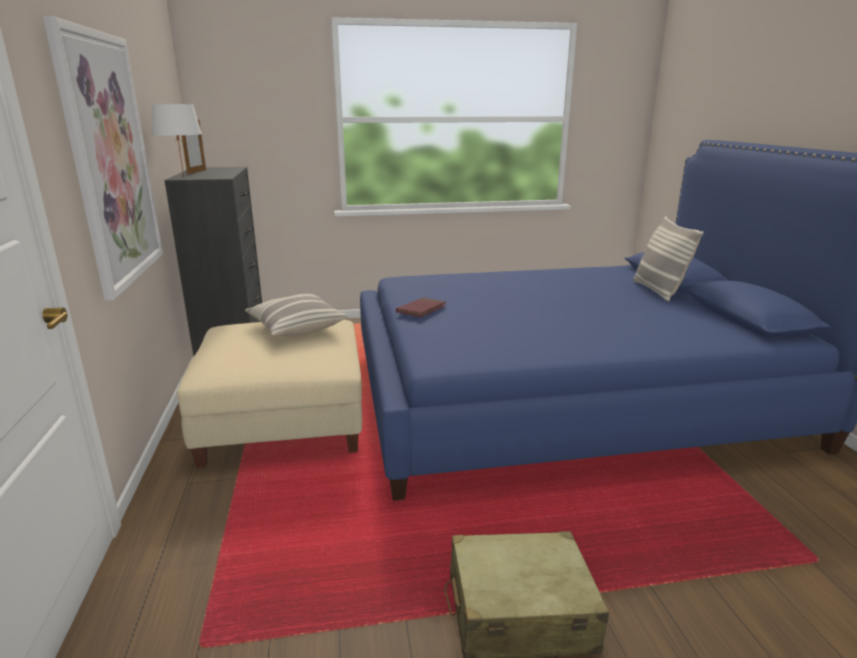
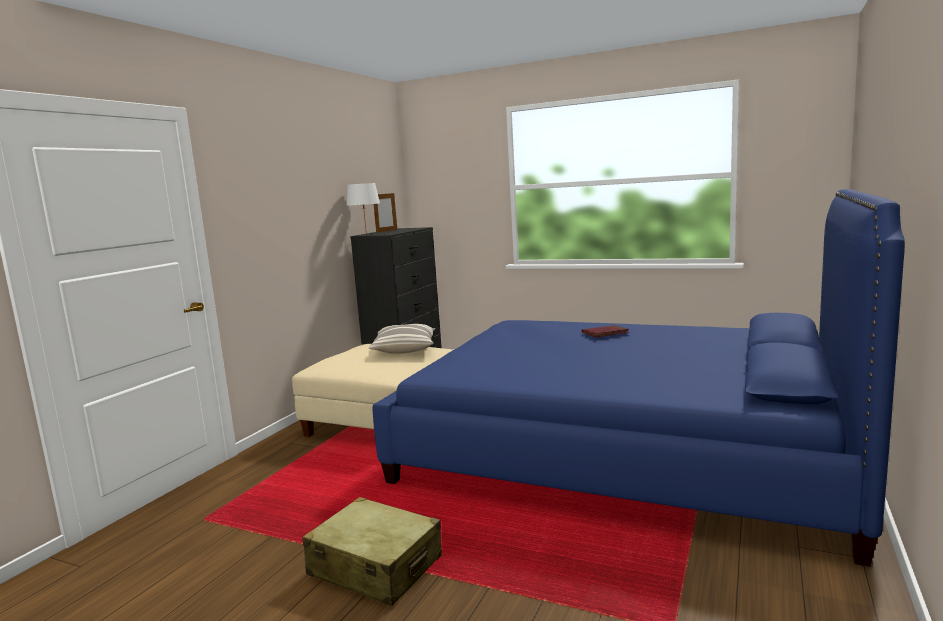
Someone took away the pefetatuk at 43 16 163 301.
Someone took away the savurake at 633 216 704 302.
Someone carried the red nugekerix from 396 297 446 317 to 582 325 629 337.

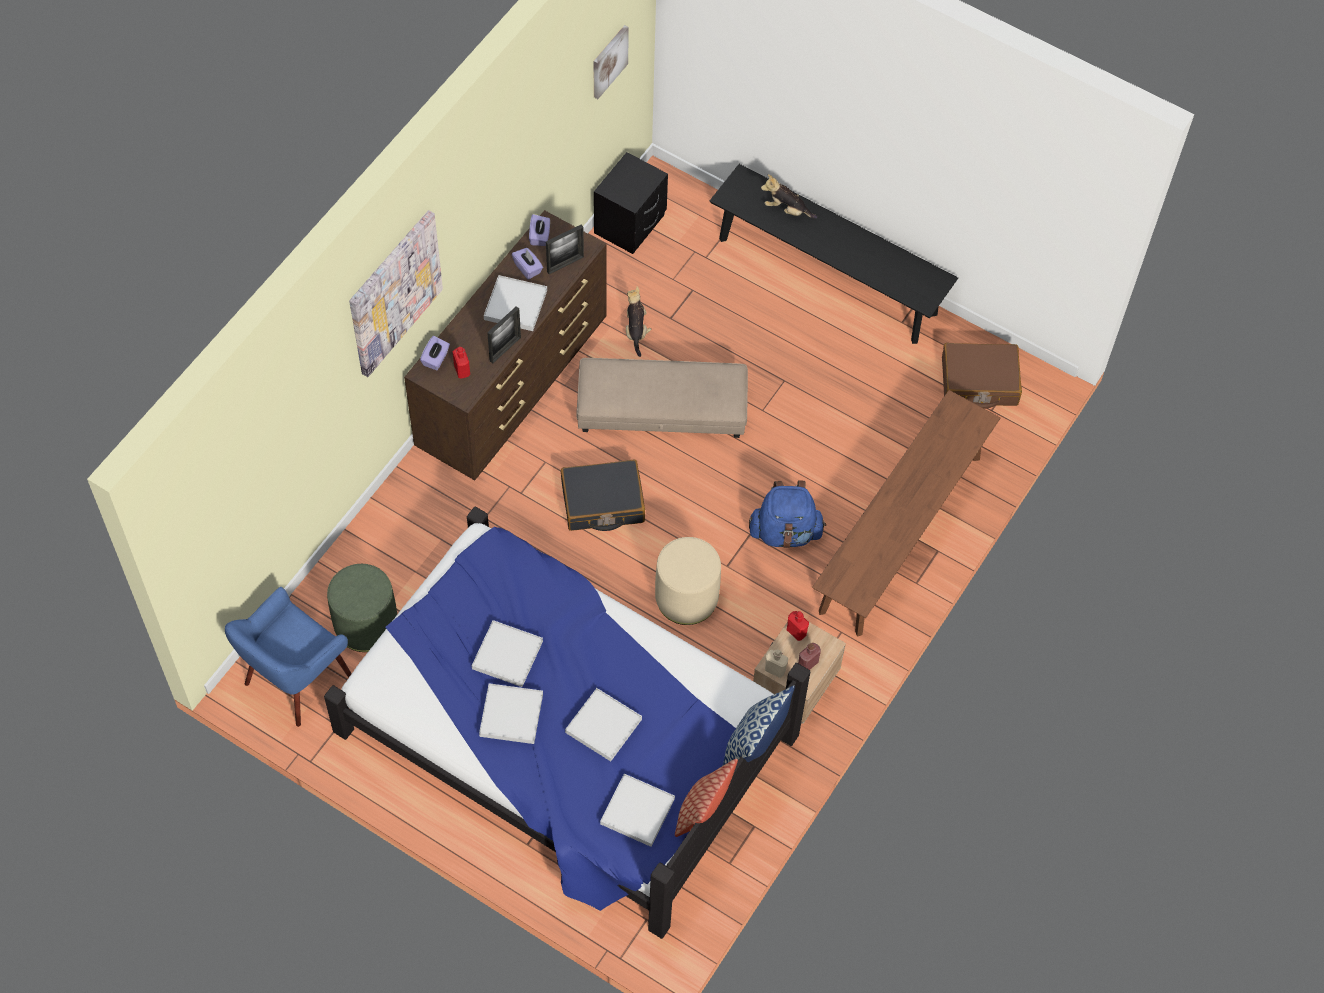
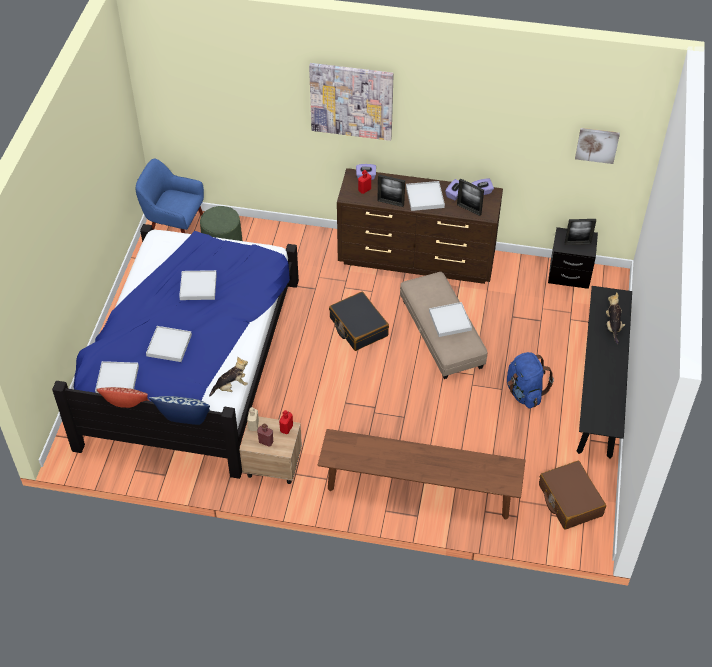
Someone took away the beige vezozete at 655 537 721 625.
Someone put down the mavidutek at 565 219 596 245.
Someone carried the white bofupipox from 479 683 543 744 to 429 302 472 337.
Someone carried the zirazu from 626 286 651 357 to 209 357 248 396.
Someone carried the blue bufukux from 749 480 826 548 to 507 352 554 408.

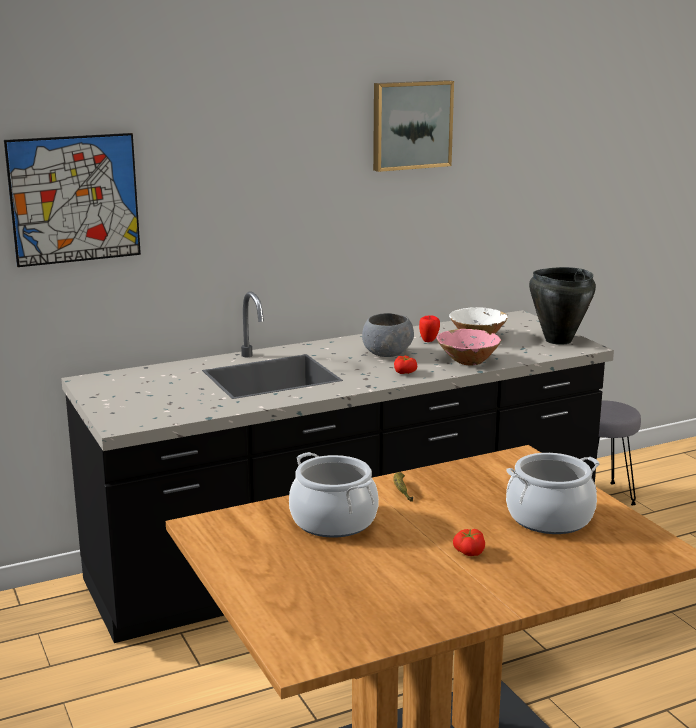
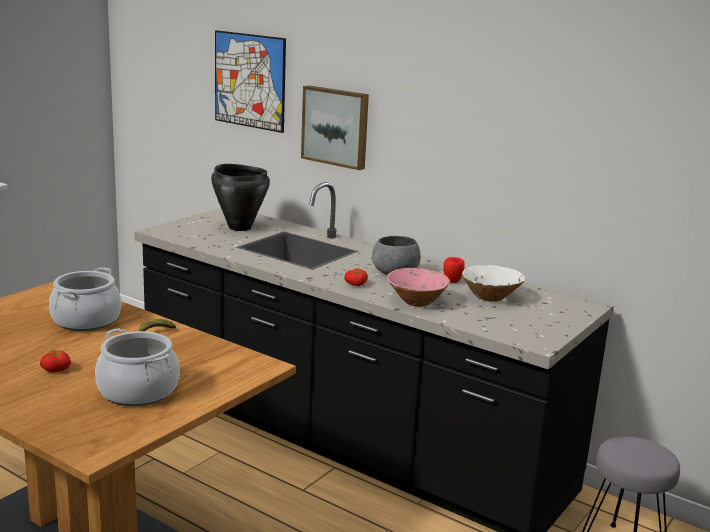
Someone carried the pefetatuk from 373 80 454 172 to 301 85 369 170.
Someone carried the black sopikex from 529 267 596 345 to 211 164 270 231.

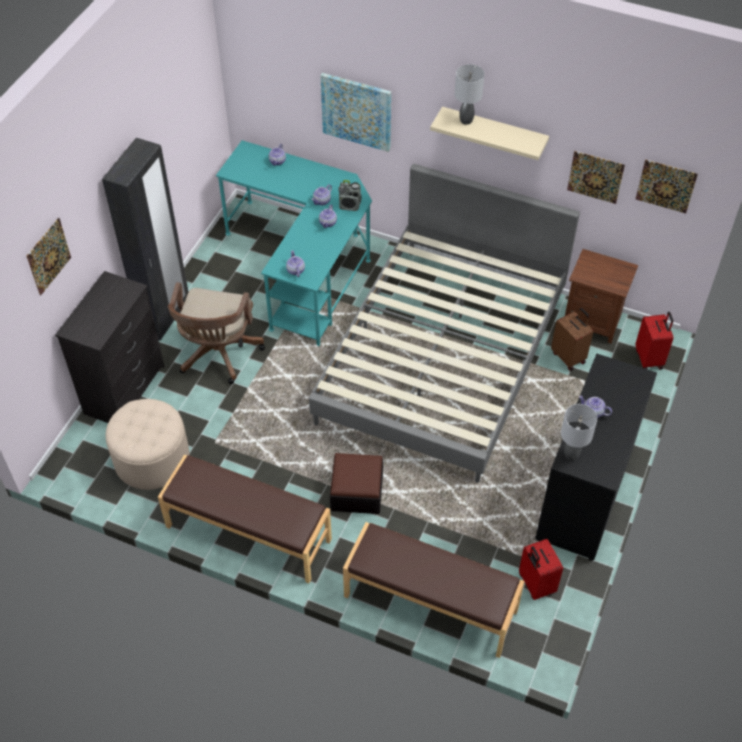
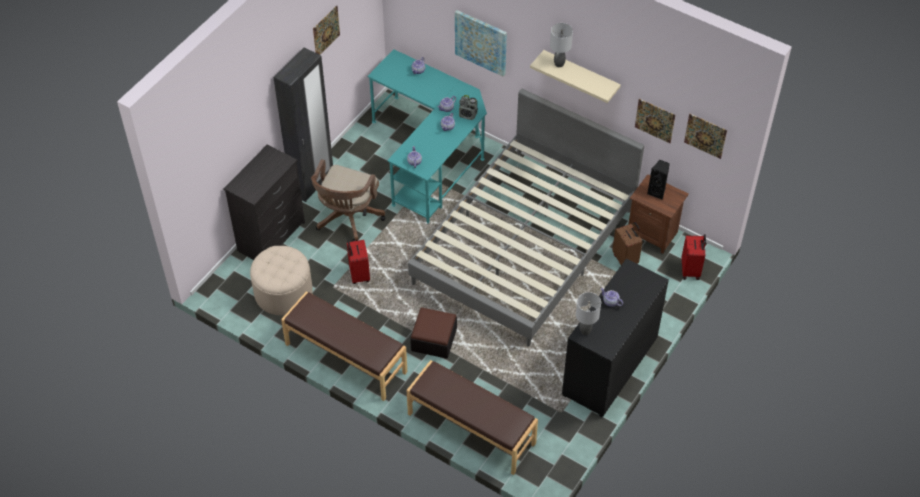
Someone put down the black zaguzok at 647 160 670 200.
Someone carried the pefetatuk from 27 218 71 295 to 313 6 340 55.
Someone carried the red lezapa from 519 539 563 600 to 347 240 370 284.

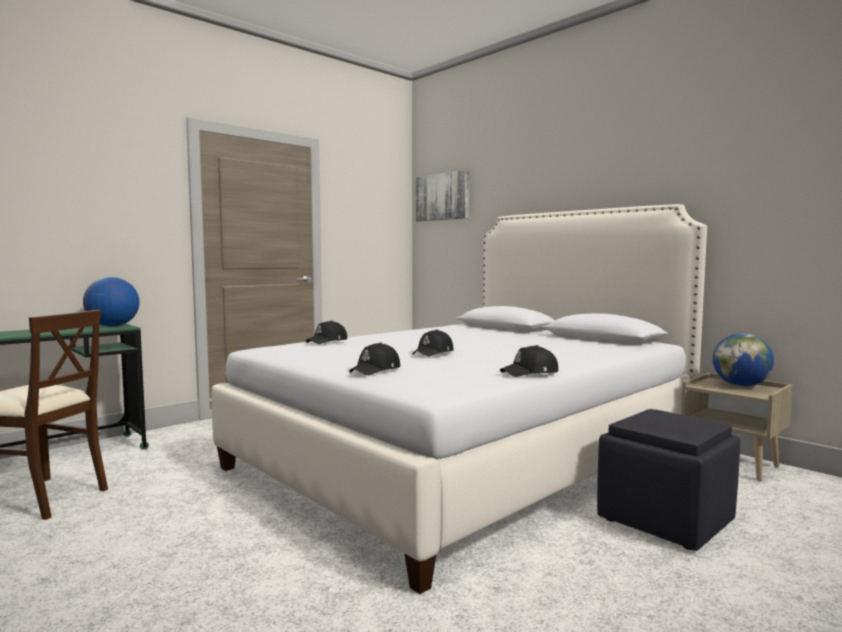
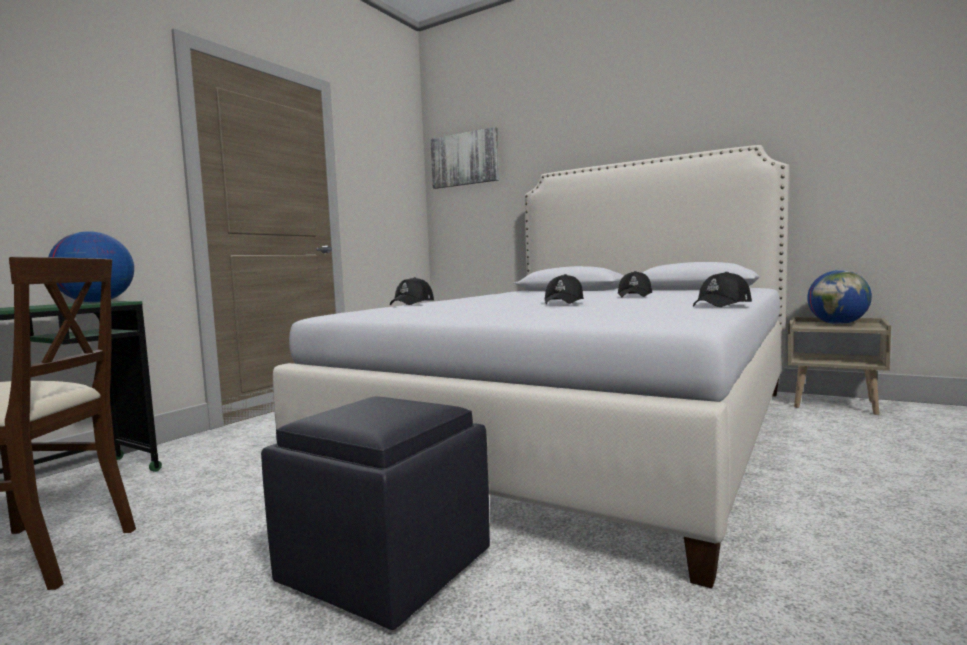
Someone carried the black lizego from 350 342 400 375 to 618 271 652 297.
Someone carried the black vezozete from 597 409 740 551 to 261 396 490 630.

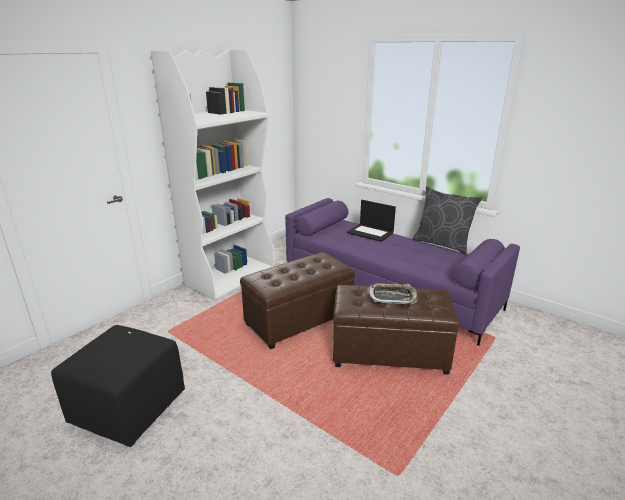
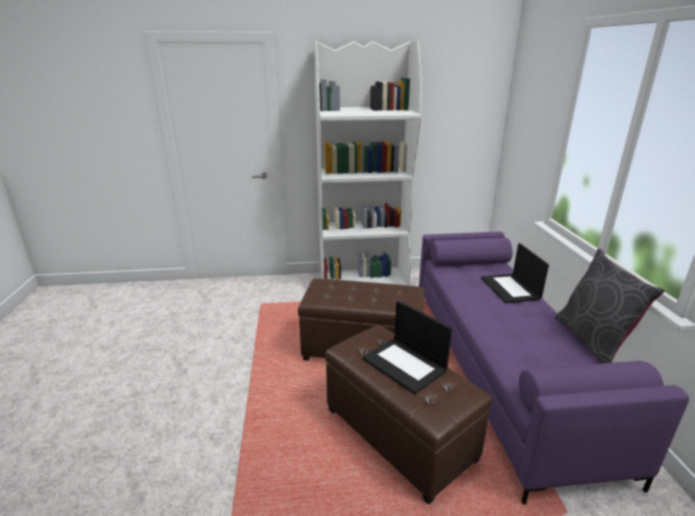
Someone took away the black vezozete at 51 325 185 447.
Someone swapped the bofupipox at 367 283 417 304 for the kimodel at 362 300 452 394.

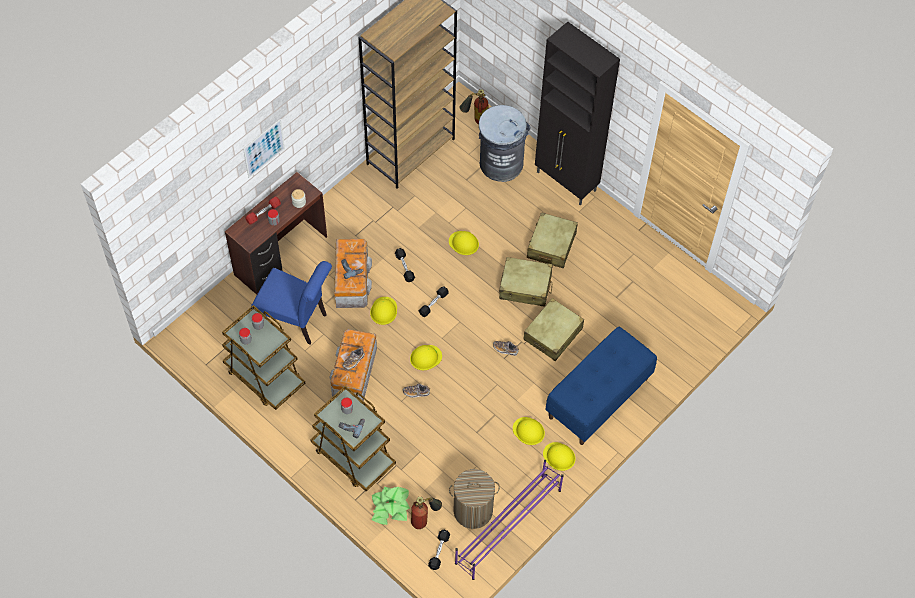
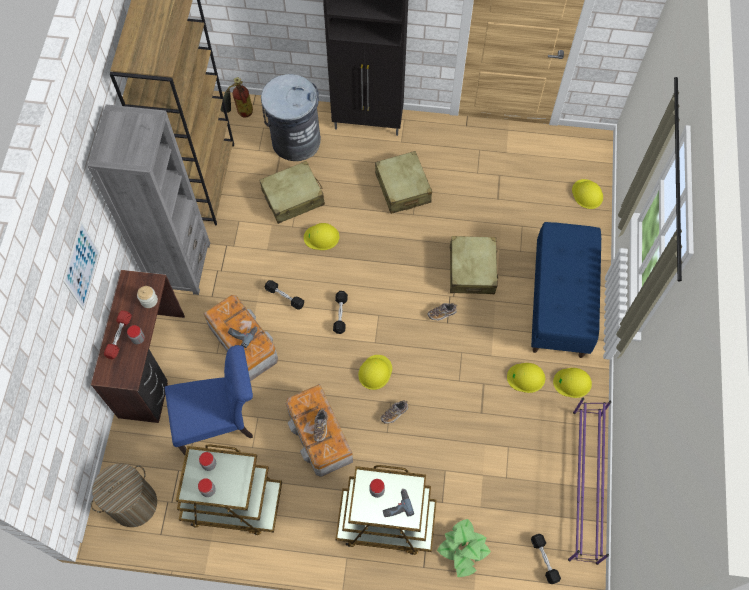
Someone took away the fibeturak at 411 497 442 529.
Someone put down the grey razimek at 88 104 210 295.
Someone carried the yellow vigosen from 370 297 397 325 to 572 179 603 209.
Someone carried the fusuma from 449 469 500 529 to 91 464 157 527.
Someone carried the beige lezapa from 499 257 552 307 to 259 161 325 224.

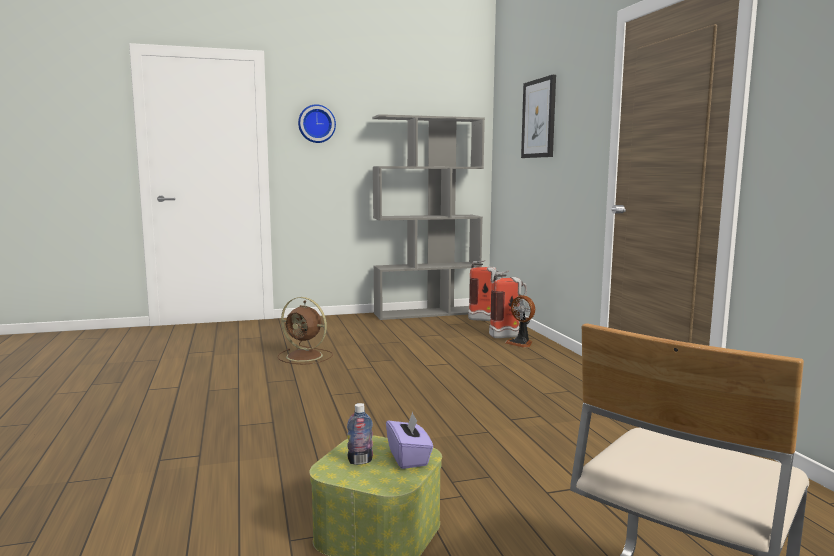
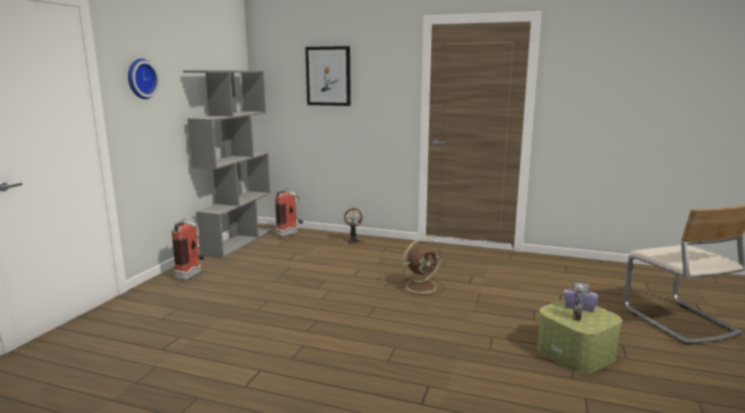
Someone carried the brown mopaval from 277 297 333 365 to 397 238 444 296.
Someone carried the fibeturak from 489 271 530 338 to 172 218 205 281.

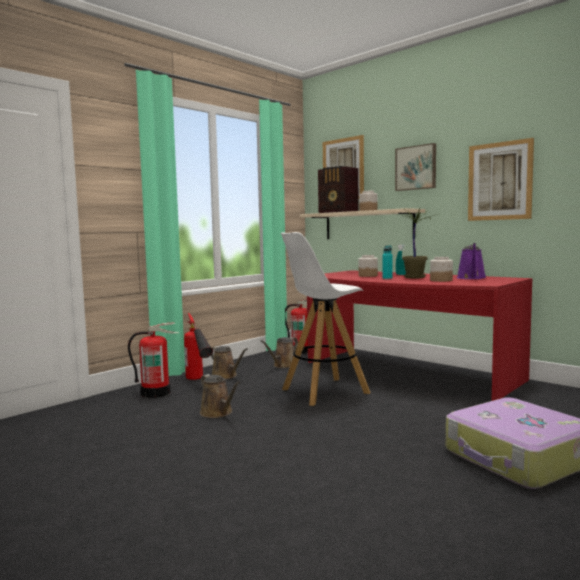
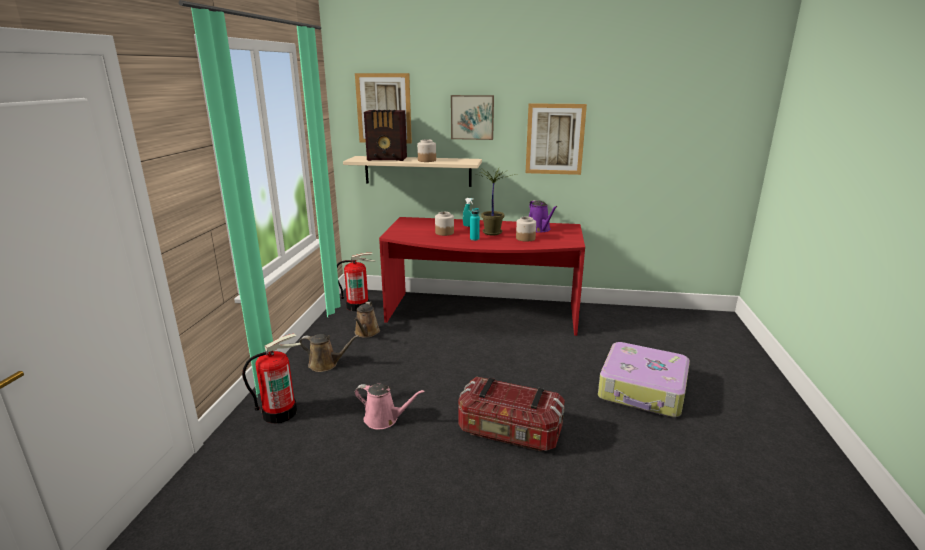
Someone took away the fibeturak at 184 313 213 380.
Someone took away the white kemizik at 281 232 371 406.
Someone put down the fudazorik at 458 377 565 451.
Someone repainted the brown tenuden at 200 374 240 418, which became the pink tenuden at 355 383 425 430.

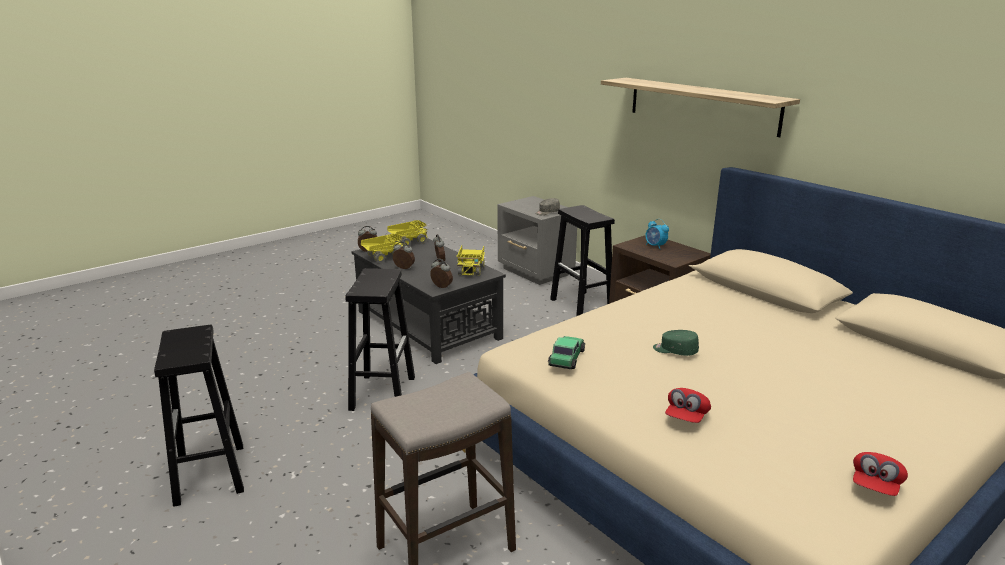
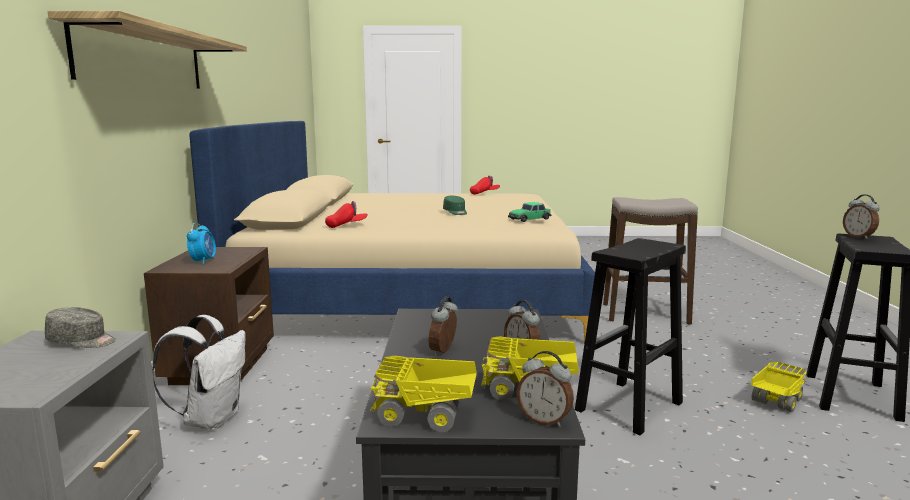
Someone carried the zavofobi from 430 259 453 288 to 843 194 880 239.
Someone carried the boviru from 457 245 485 276 to 751 362 807 412.
Someone carried the red lizego from 665 388 711 423 to 325 201 368 228.
Someone swapped the black kemizik at 550 205 615 316 for the white bufukux at 152 315 245 430.

